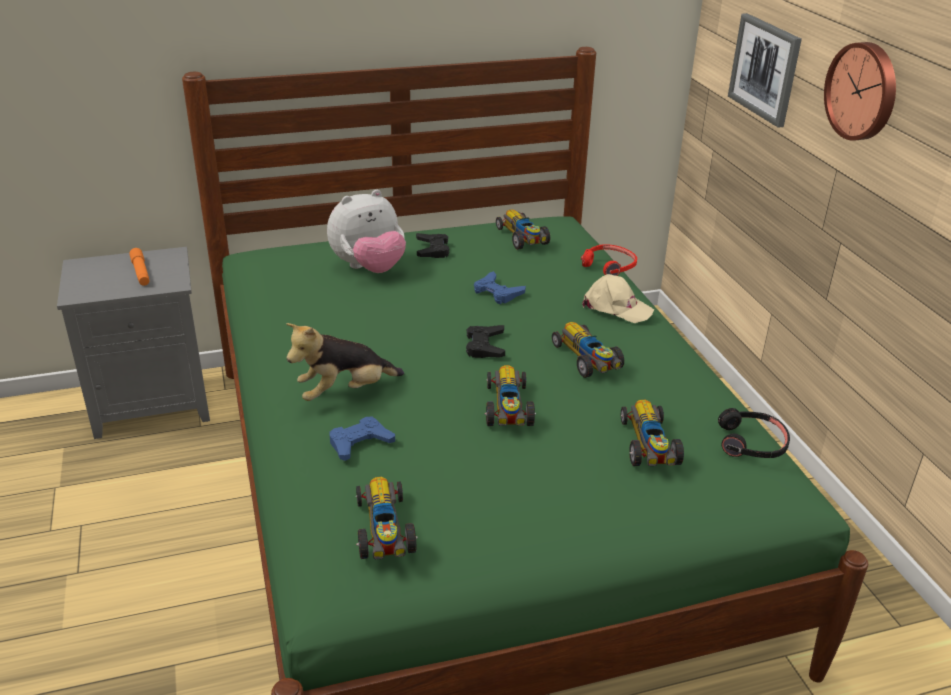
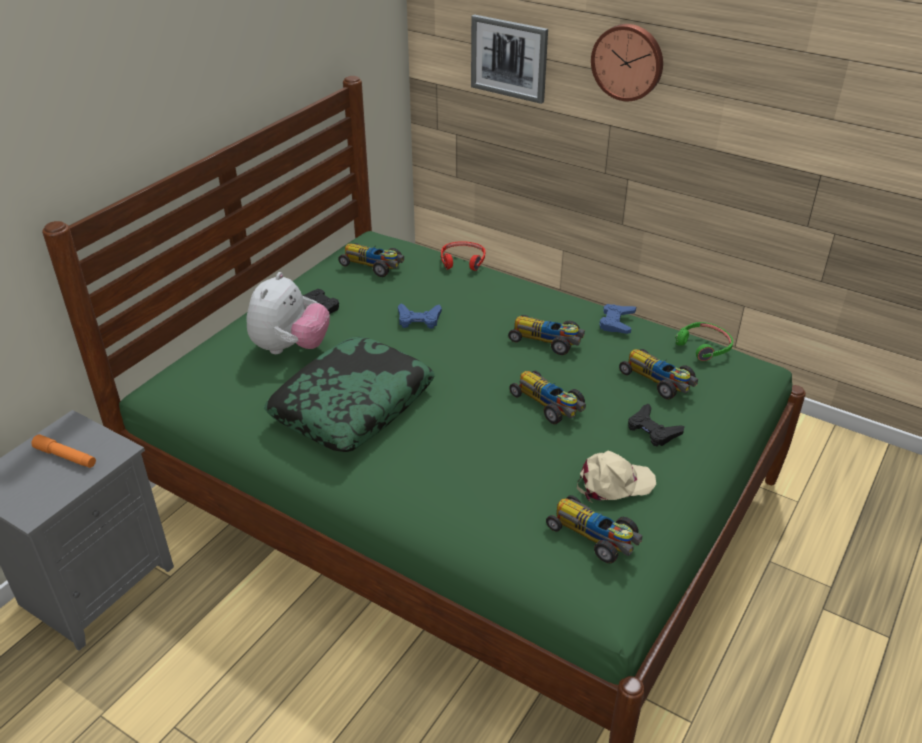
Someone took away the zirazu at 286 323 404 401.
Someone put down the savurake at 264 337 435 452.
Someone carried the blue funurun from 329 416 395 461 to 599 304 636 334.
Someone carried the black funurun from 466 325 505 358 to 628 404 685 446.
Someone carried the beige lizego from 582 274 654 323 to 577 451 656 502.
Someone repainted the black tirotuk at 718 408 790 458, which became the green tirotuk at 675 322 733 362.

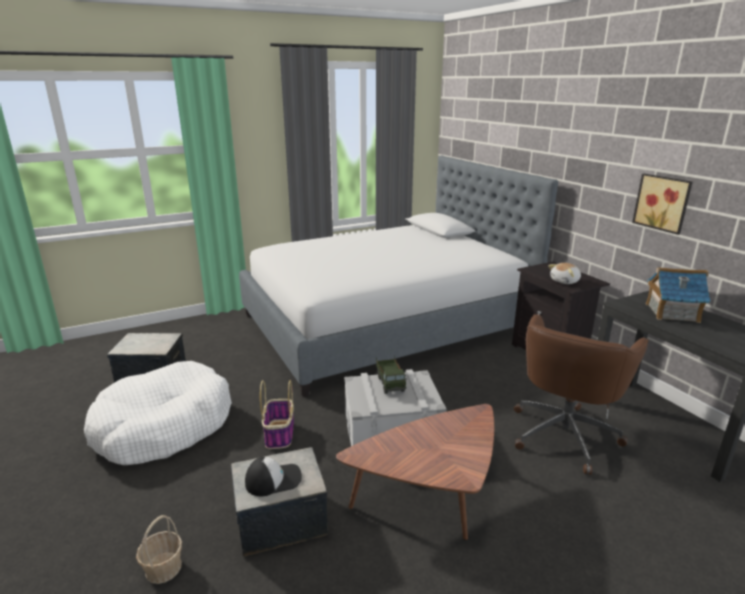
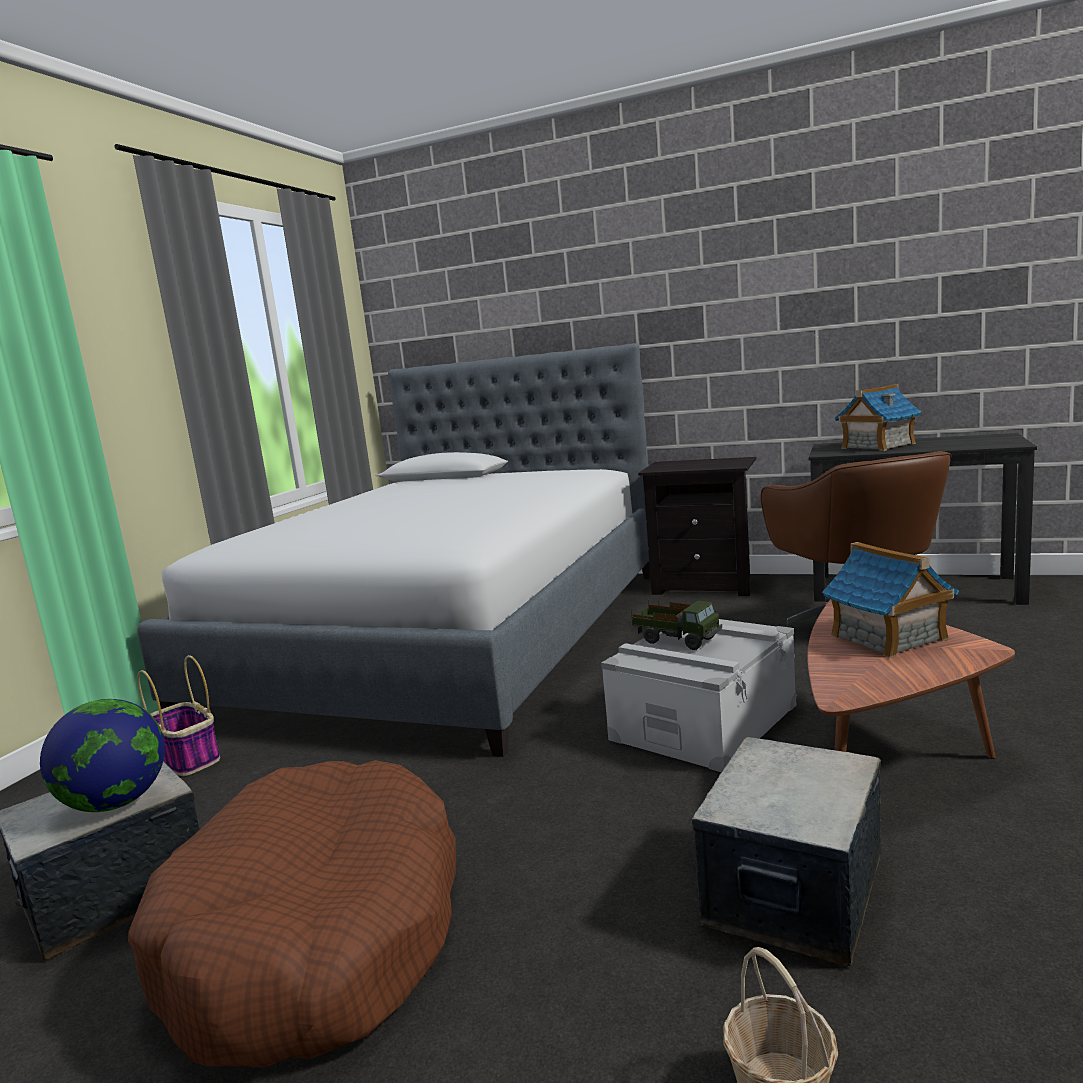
Someone took away the lizego at 245 457 302 496.
Someone took away the zirazu at 548 263 581 284.
Someone took away the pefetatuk at 632 174 692 235.
Someone put down the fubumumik at 40 699 165 812.
Someone put down the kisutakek at 822 542 959 658.
Someone carried the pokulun from 260 380 294 449 to 137 655 220 776.
Someone repainted the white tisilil at 84 361 232 465, which became the brown tisilil at 128 760 456 1068.

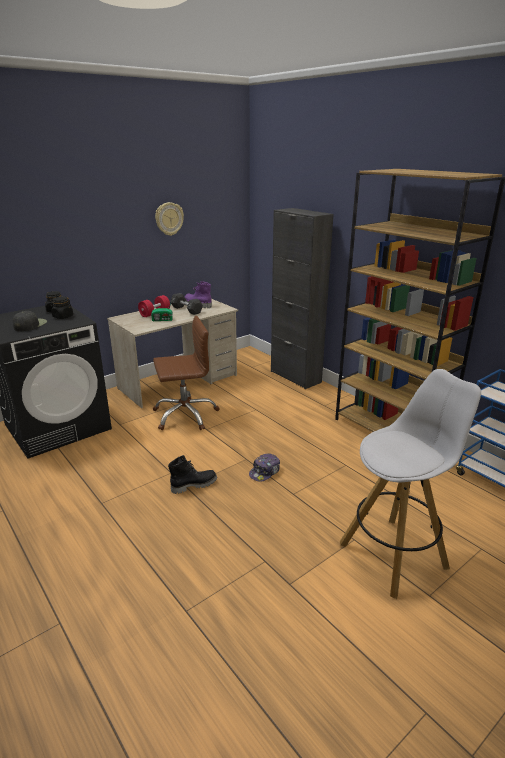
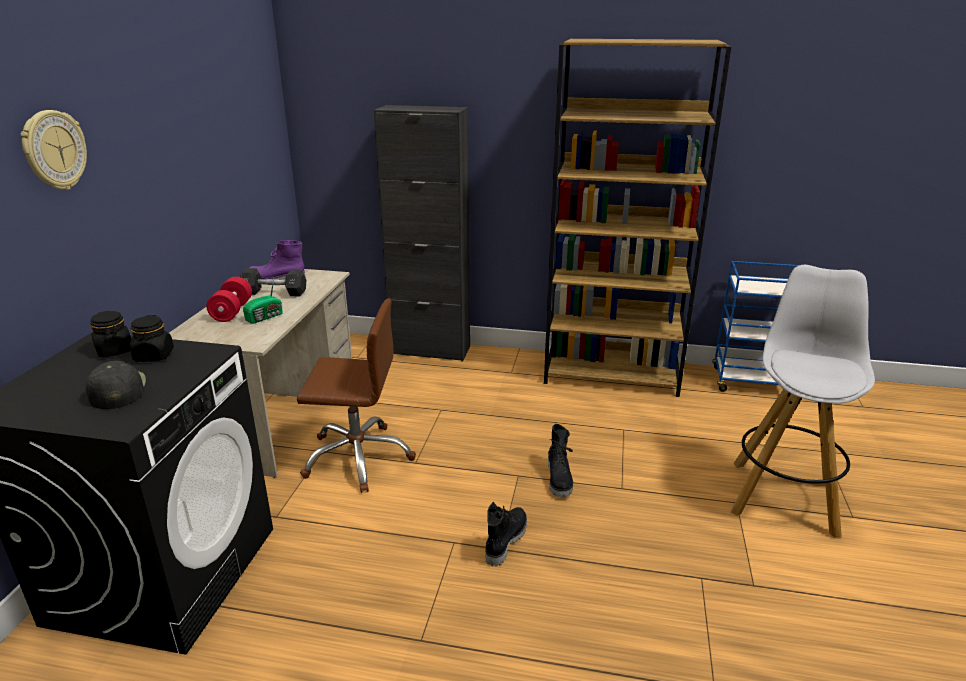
Someone carried the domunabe from 155 202 184 236 to 21 110 87 190.
Someone swapped the lizego at 249 453 280 482 for the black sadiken at 548 424 573 497.
Someone rotated the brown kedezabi at 153 316 220 430 by 60 degrees clockwise.

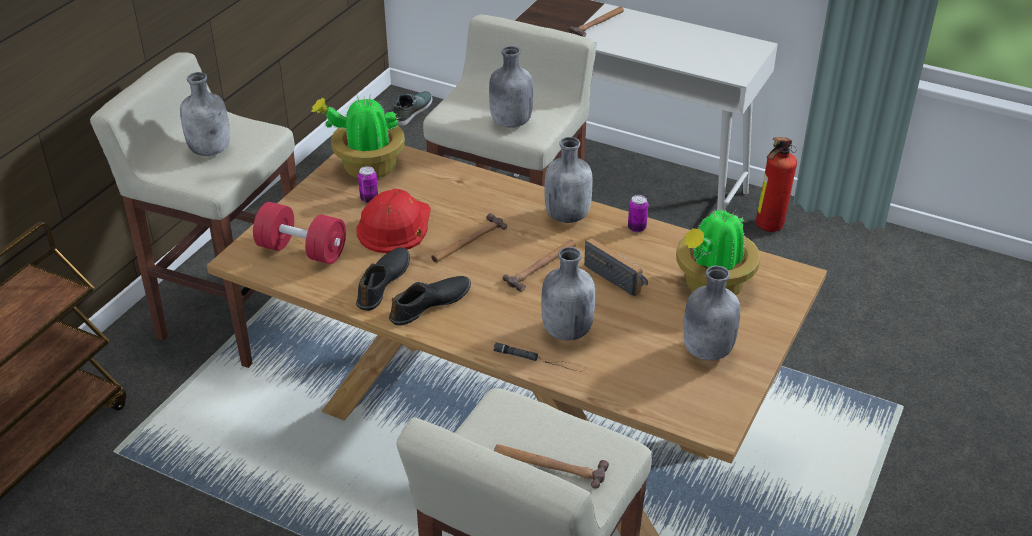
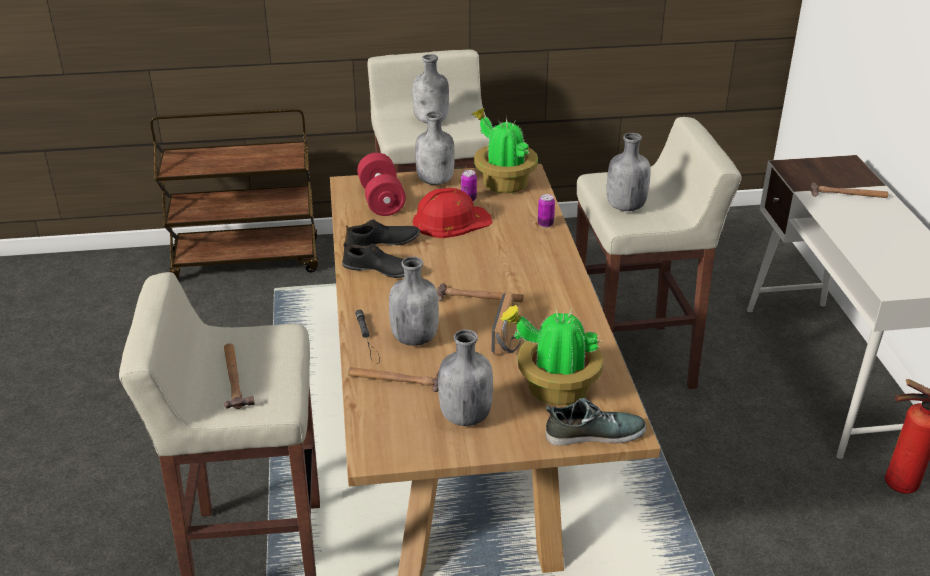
Someone carried the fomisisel from 393 91 433 126 to 546 398 646 446.
Someone carried the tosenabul from 431 213 507 263 to 348 367 439 392.
Someone carried the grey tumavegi from 544 137 593 223 to 415 111 455 185.
Someone carried the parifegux from 628 195 648 232 to 538 194 555 227.

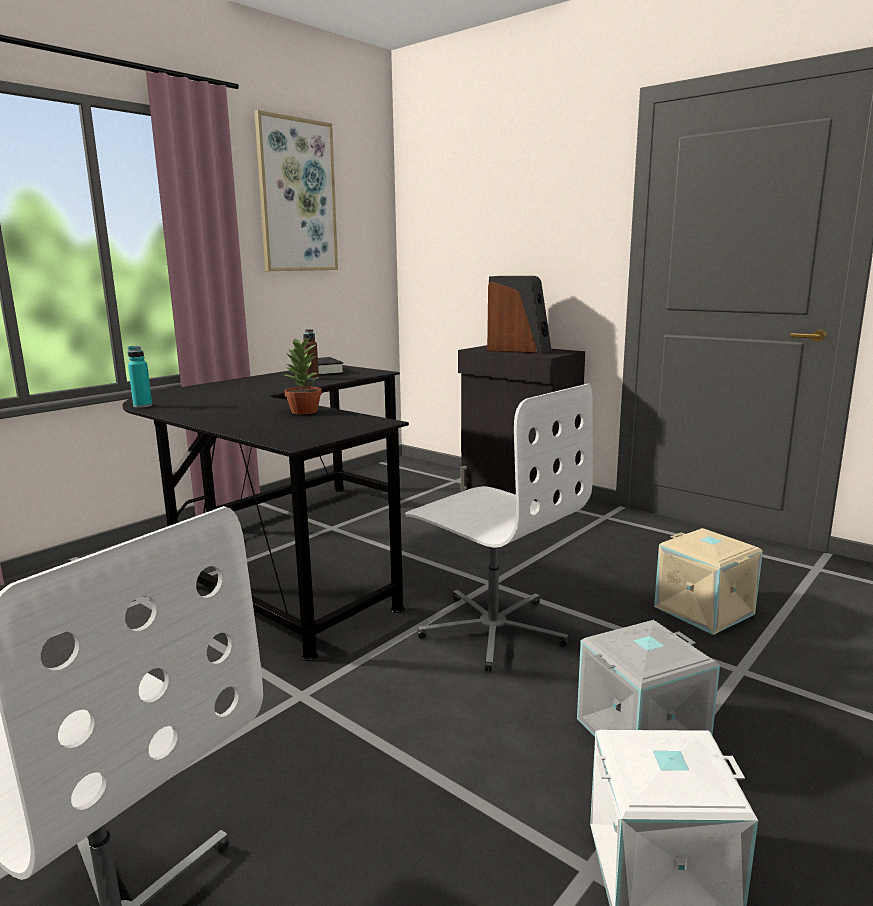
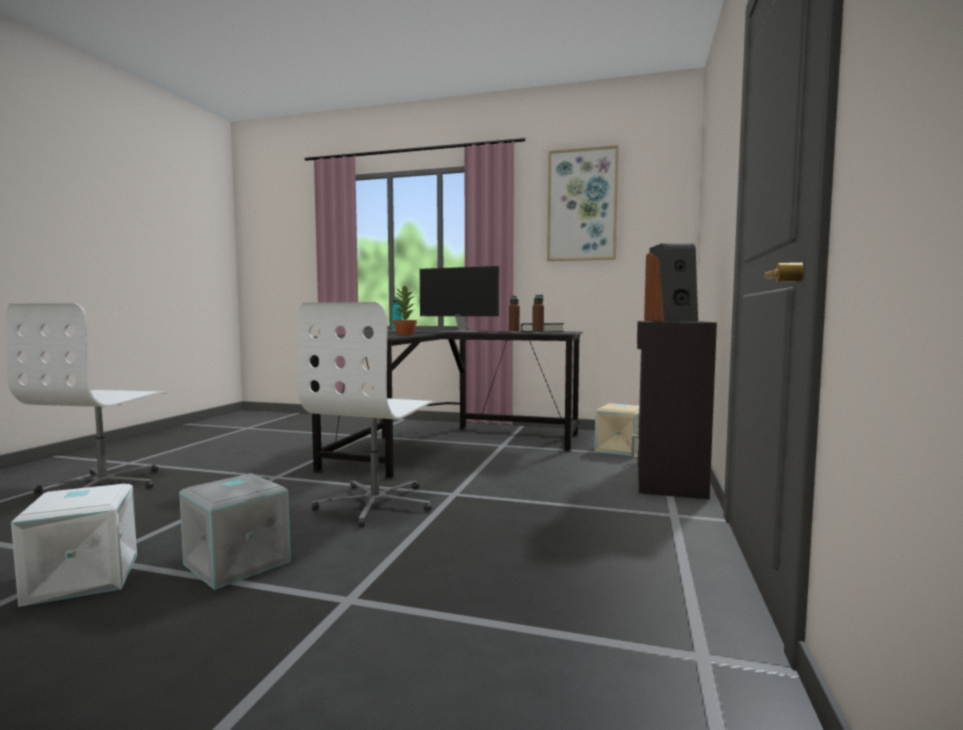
Someone put down the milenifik at 420 266 499 332.
Someone put down the brown tumavegi at 532 295 544 334.
Someone carried the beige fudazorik from 654 528 763 635 to 594 403 639 456.

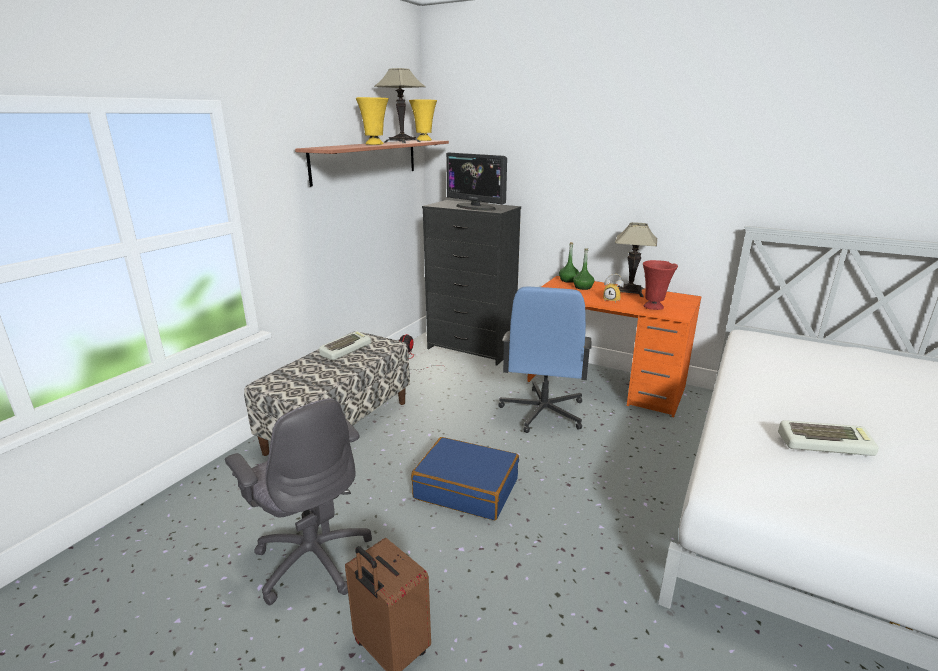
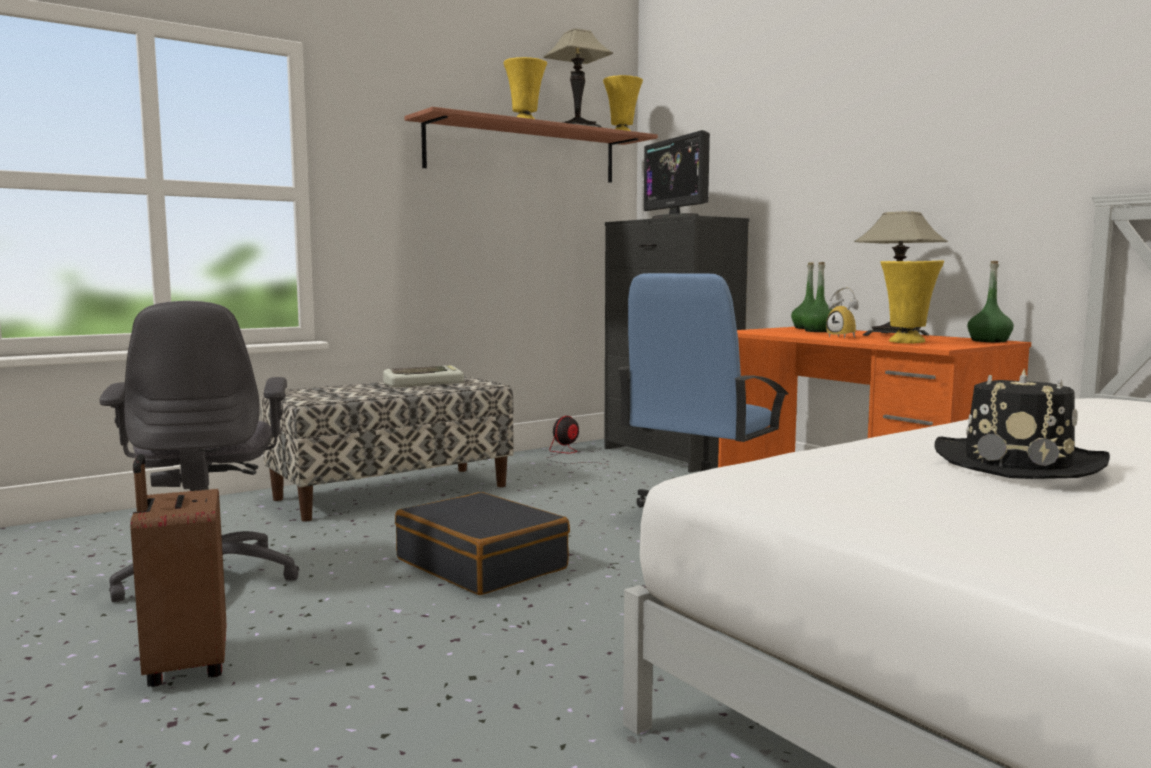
Someone put down the green tumavegi at 967 261 1014 342.
Someone swapped the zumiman at 778 420 879 456 for the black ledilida at 934 369 1110 479.
Someone repainted the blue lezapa at 411 437 519 520, which became the black lezapa at 395 492 570 595.
Someone repainted the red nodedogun at 643 260 678 310, which became the yellow nodedogun at 880 260 944 343.

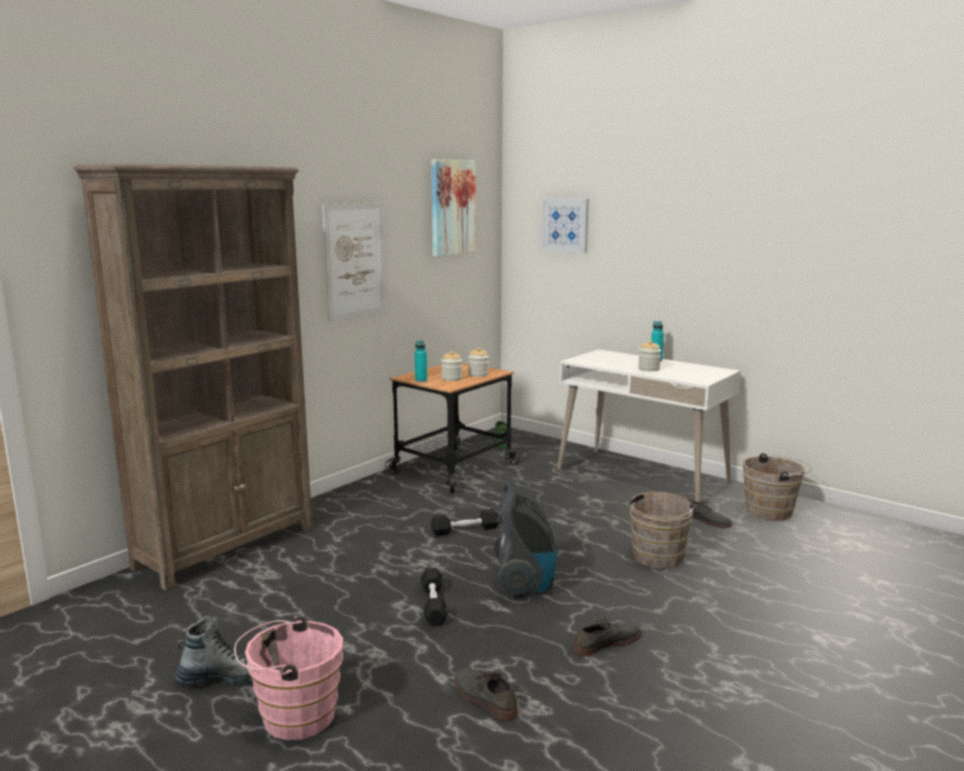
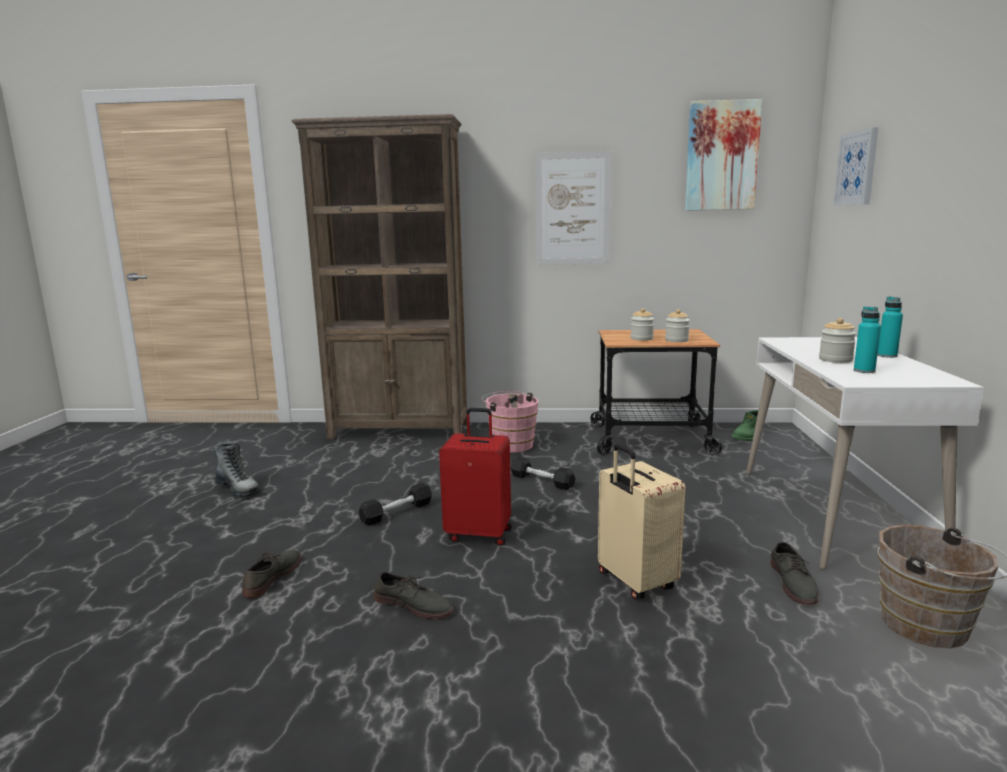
Someone carried the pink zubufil from 234 616 343 740 to 481 391 538 453.
Someone carried the turquoise tumavegi from 415 340 427 382 to 854 306 881 373.
Someone swapped the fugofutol at 494 480 557 598 for the red lezapa at 439 408 512 546.
Someone swapped the brown zubufil at 625 492 697 568 for the beige lezapa at 598 444 686 599.

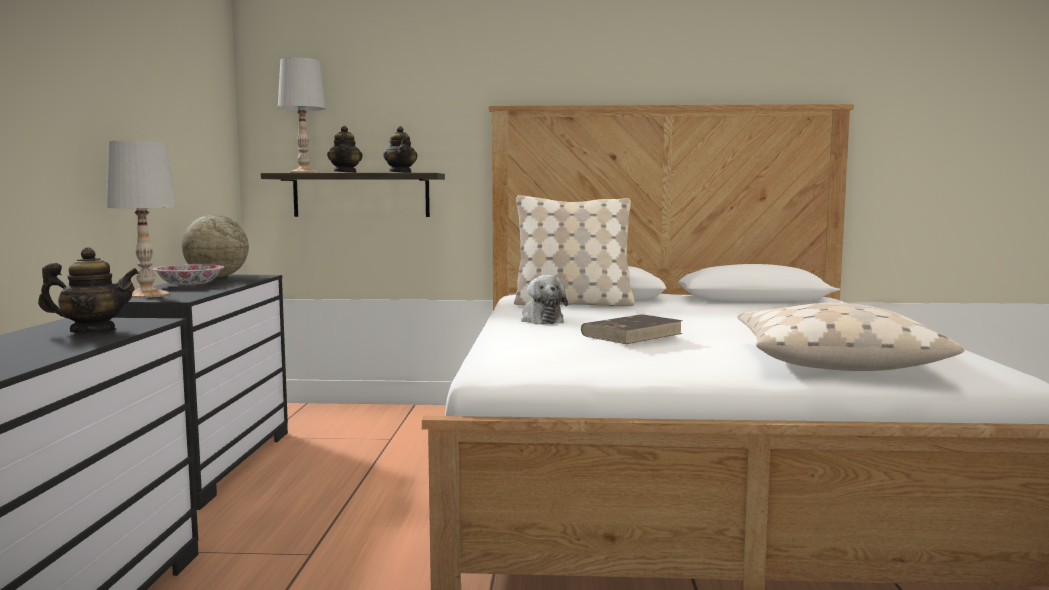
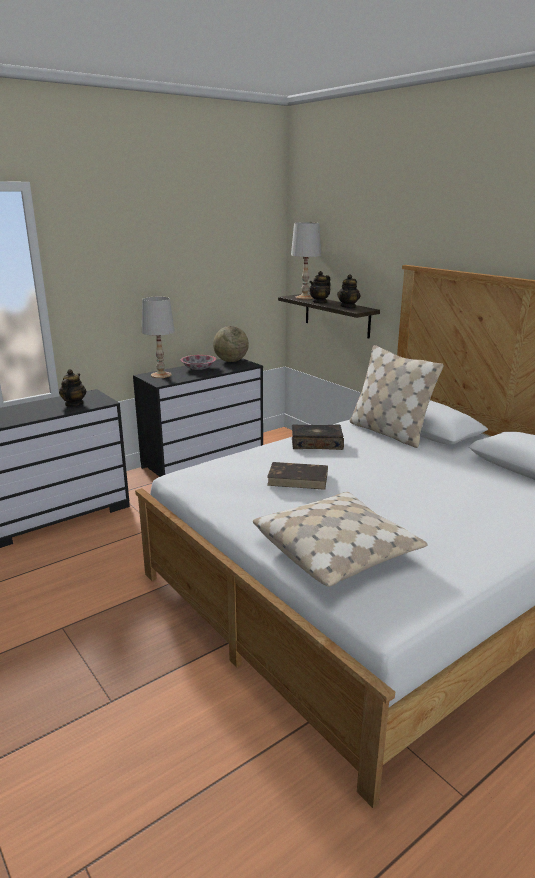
Someone swapped the zirazu at 521 275 568 325 for the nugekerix at 292 424 344 450.
Someone rotated the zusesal at 38 247 139 333 by 120 degrees counterclockwise.

